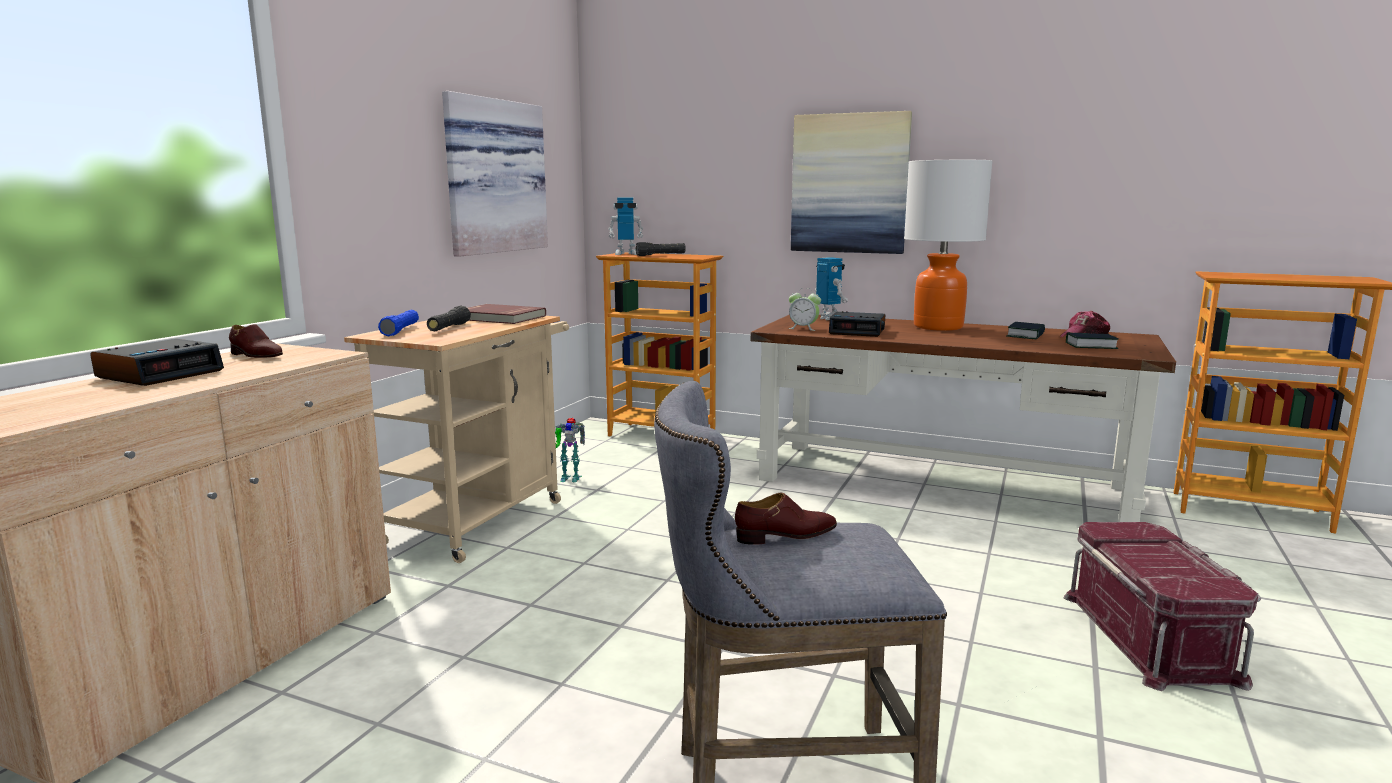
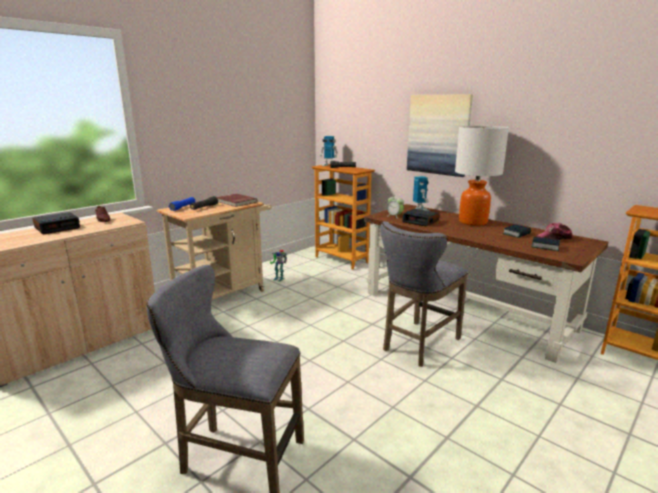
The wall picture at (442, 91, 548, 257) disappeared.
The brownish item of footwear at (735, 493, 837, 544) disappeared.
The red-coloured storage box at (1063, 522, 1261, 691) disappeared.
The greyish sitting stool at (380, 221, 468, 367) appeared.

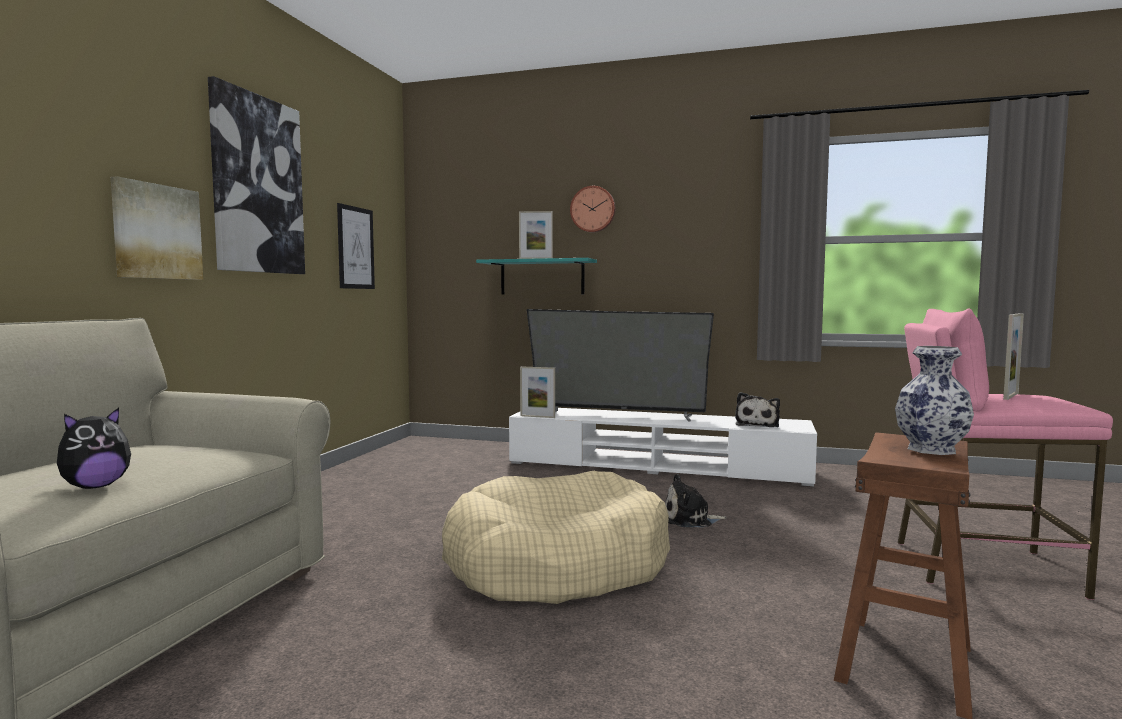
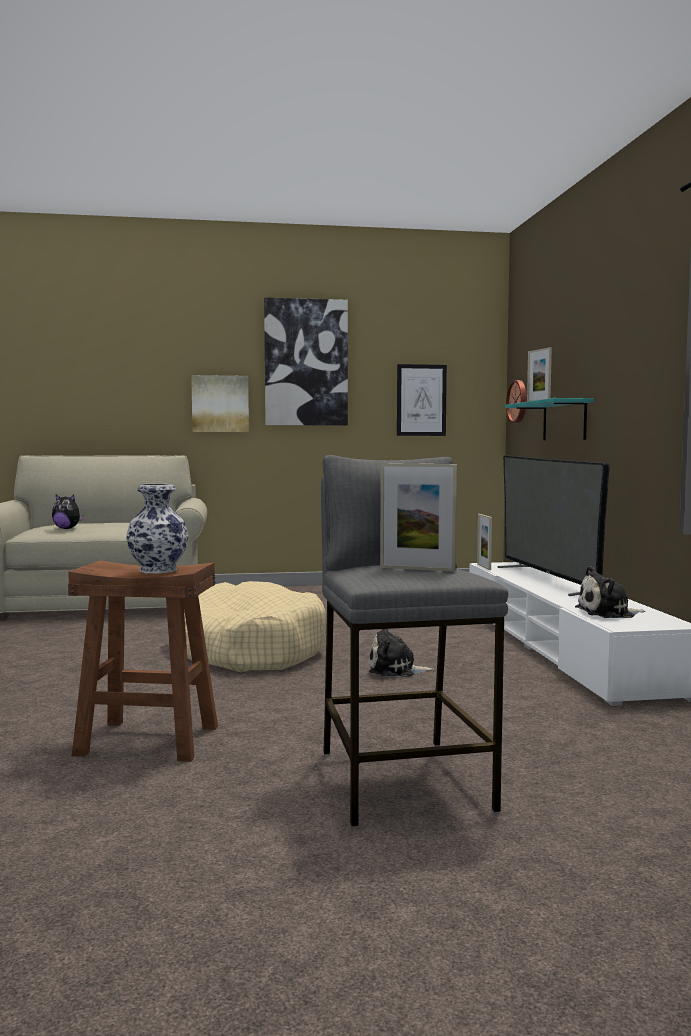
The hanging clock moved from (570, 186, 615, 233) to (506, 380, 527, 423).
The plush toy at (665, 474, 727, 527) turned 60 degrees counterclockwise.
The pinkish sitting stool at (897, 308, 1113, 600) became the greyish sitting stool at (321, 455, 508, 826).

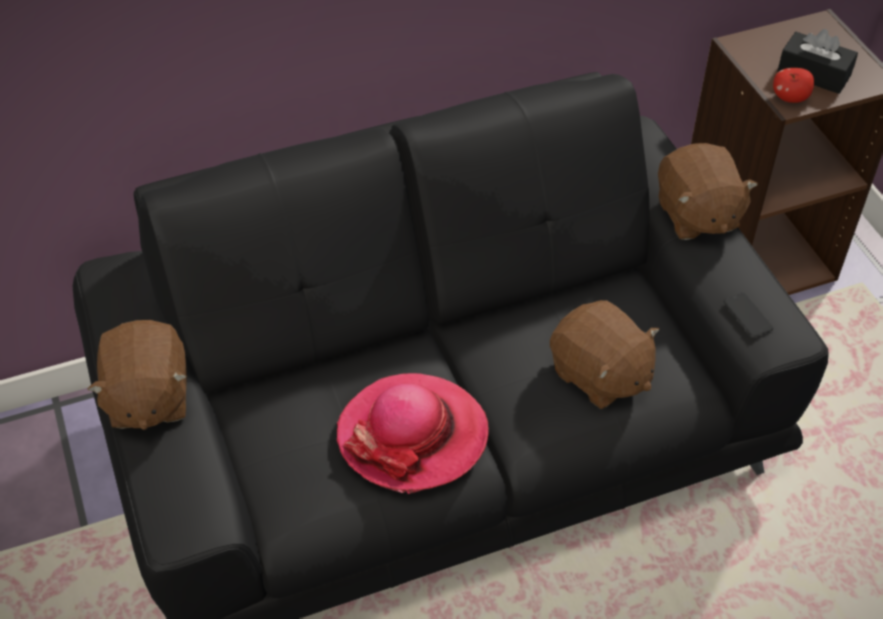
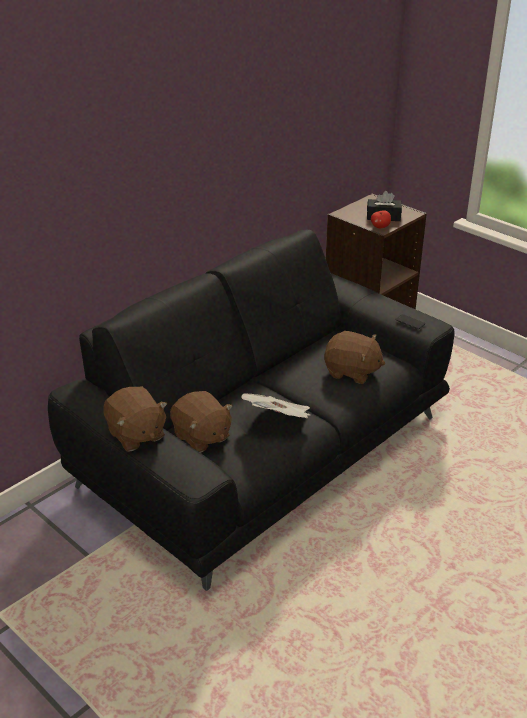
The hat at (337, 373, 489, 494) was replaced by the daily paper at (241, 393, 310, 418).
The brownish plush toy moved from (658, 143, 758, 240) to (170, 391, 233, 453).

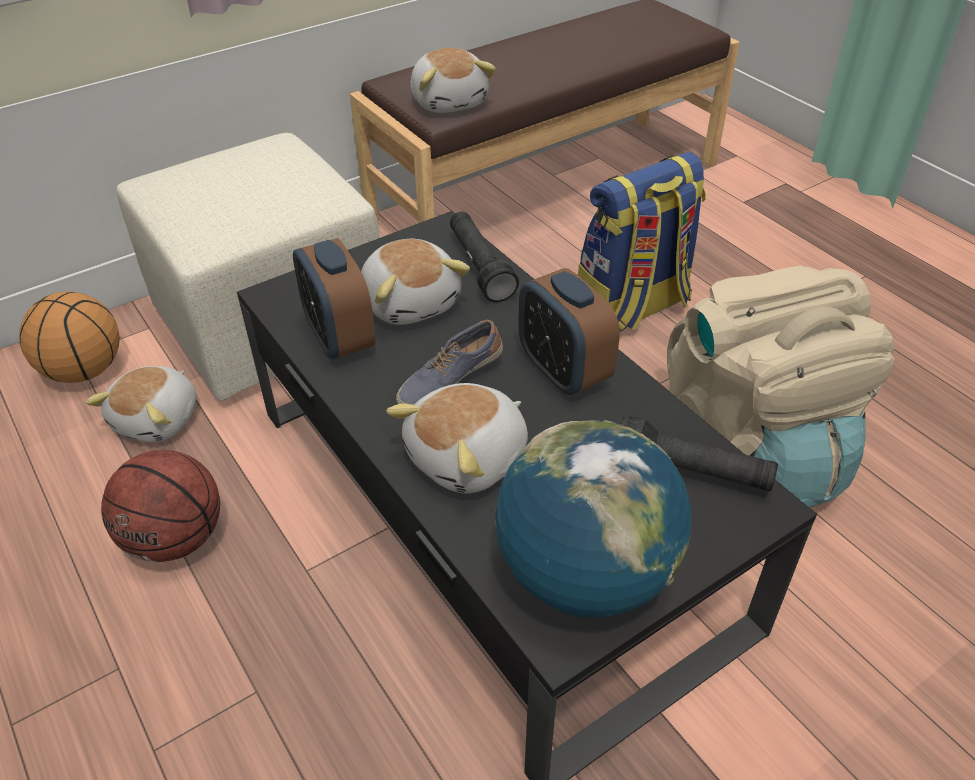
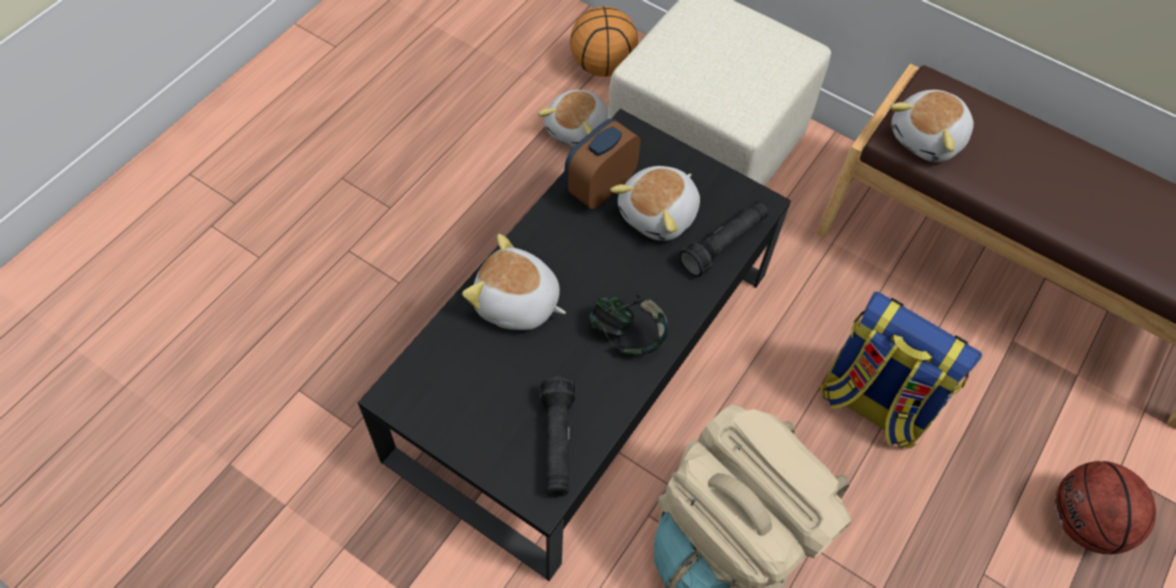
The plush toy at (85, 366, 196, 442) turned 60 degrees counterclockwise.
The ball for basketball moved from (101, 450, 220, 562) to (1055, 461, 1156, 555).
The item of footwear at (396, 320, 503, 405) disappeared.
The globe at (495, 420, 692, 618) disappeared.
The bedside clock at (518, 268, 620, 395) was replaced by the headset at (590, 295, 668, 355).

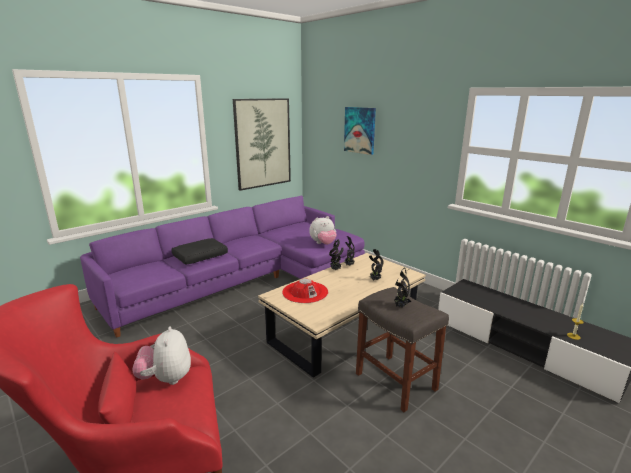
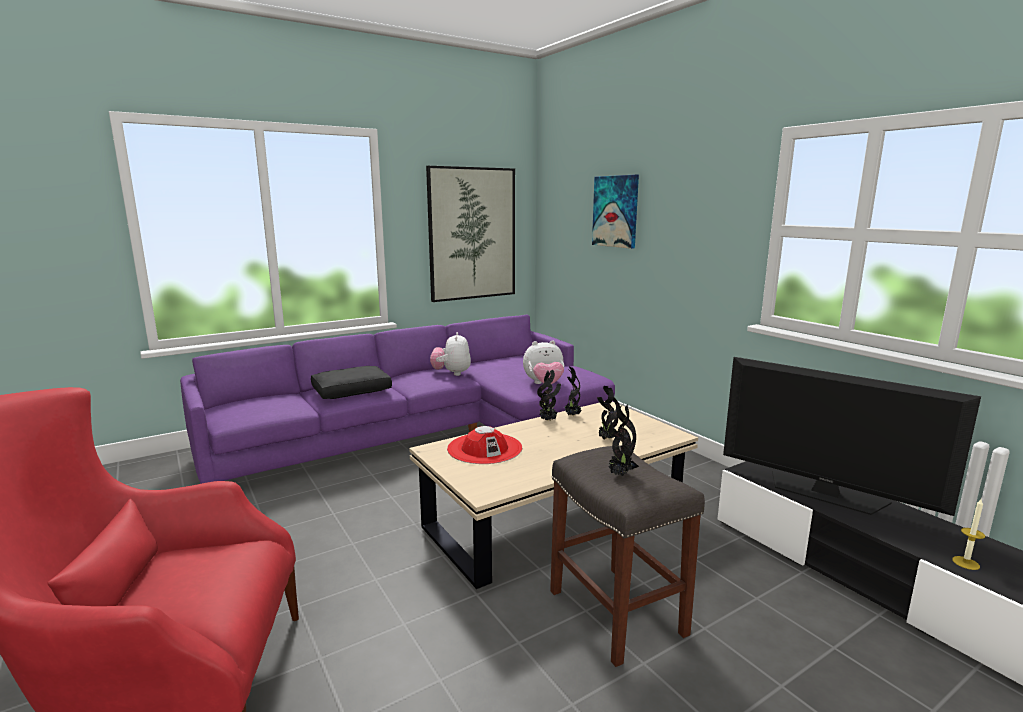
The plush toy moved from (132, 326, 191, 385) to (430, 332, 471, 376).
The TV at (723, 357, 981, 516) appeared.

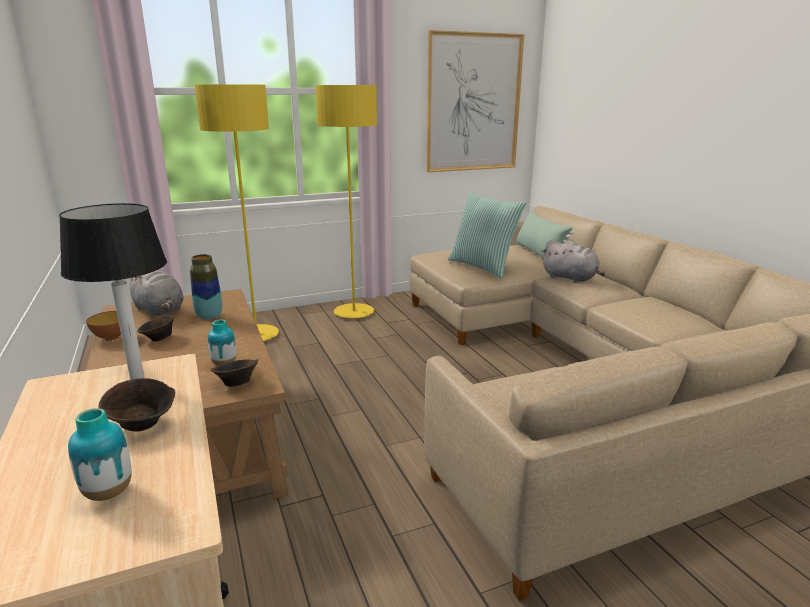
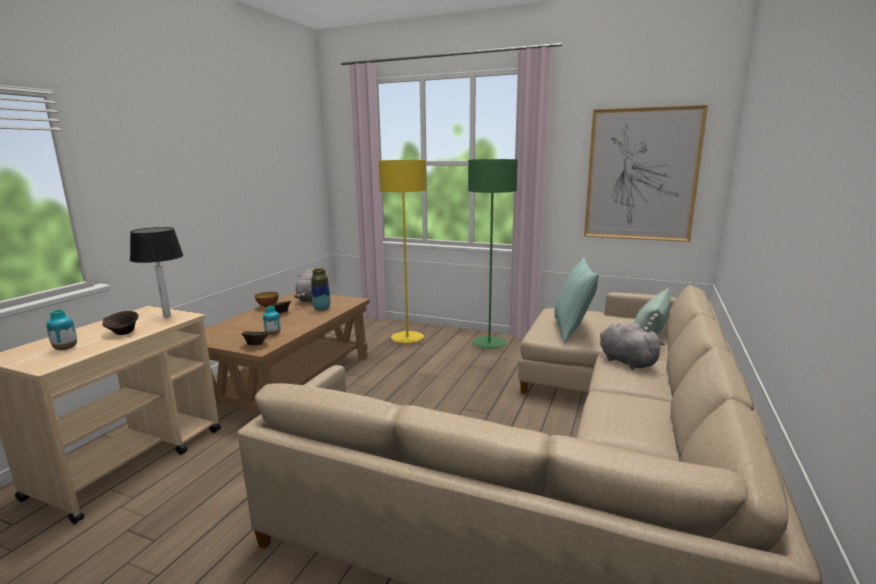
The yellow standing lamp at (315, 85, 377, 319) became the green standing lamp at (468, 159, 518, 349).
The greyish plush toy at (541, 239, 605, 283) turned 150 degrees clockwise.

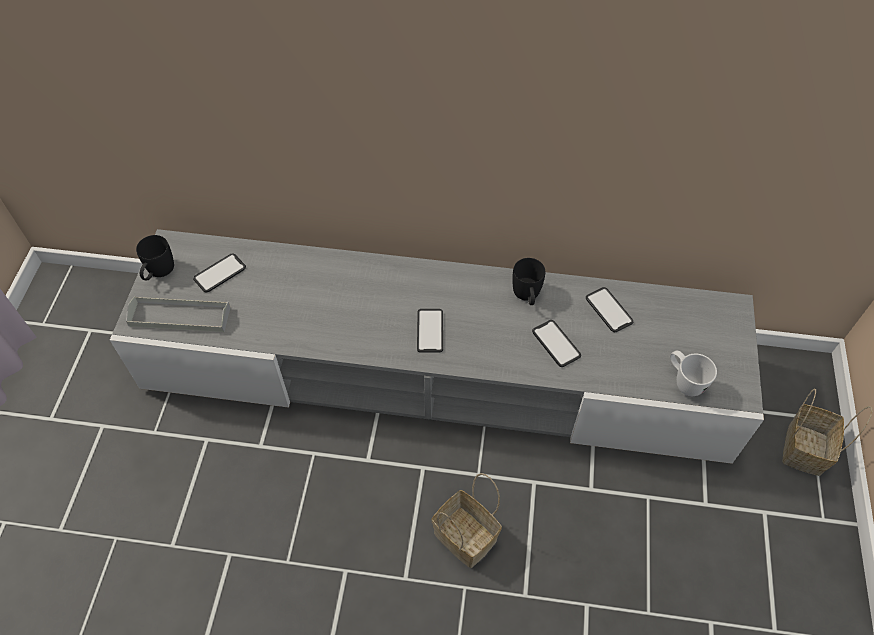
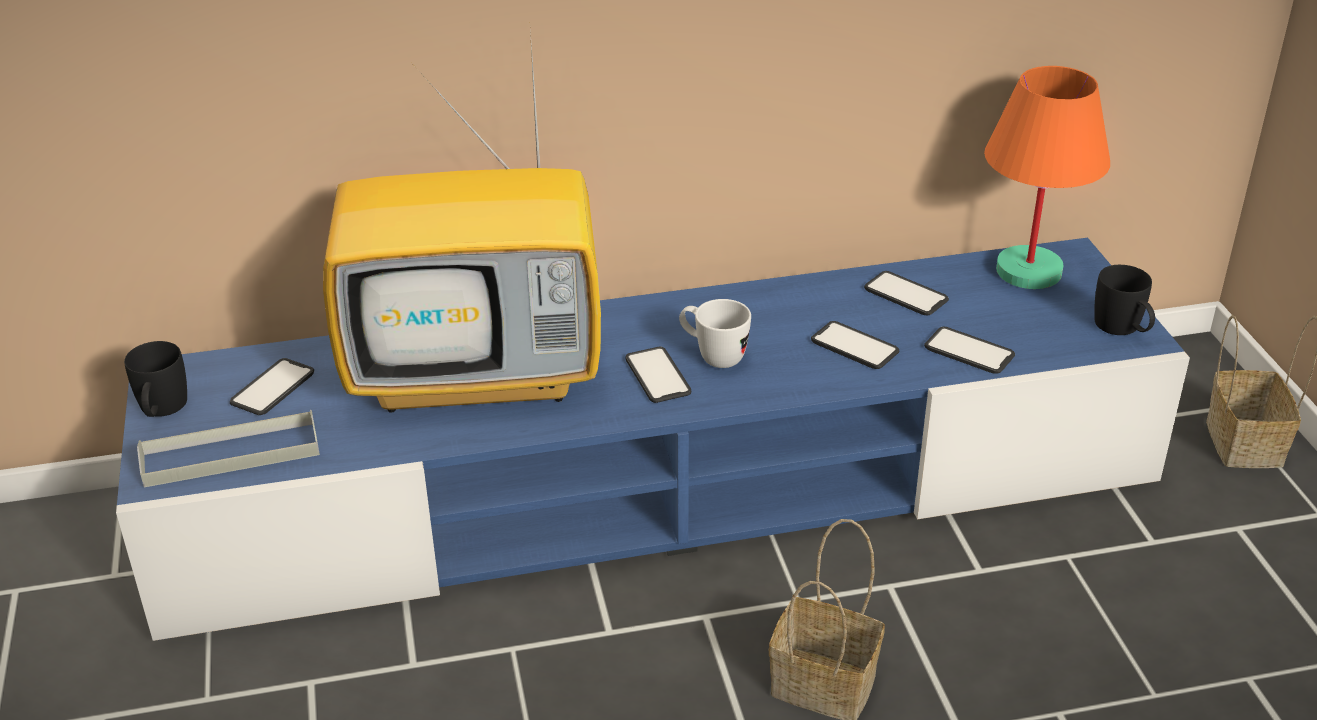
The greyish tv stand at (110, 229, 764, 464) became the blue tv stand at (116, 238, 1190, 641).
The blackish coffee mug moved from (512, 258, 545, 305) to (1094, 265, 1155, 335).
The whitish coffee mug moved from (670, 351, 717, 396) to (679, 299, 751, 368).
The TV at (323, 31, 601, 413) appeared.
The phone at (924, 327, 1015, 374) appeared.
The orangey table lamp at (984, 66, 1110, 289) appeared.

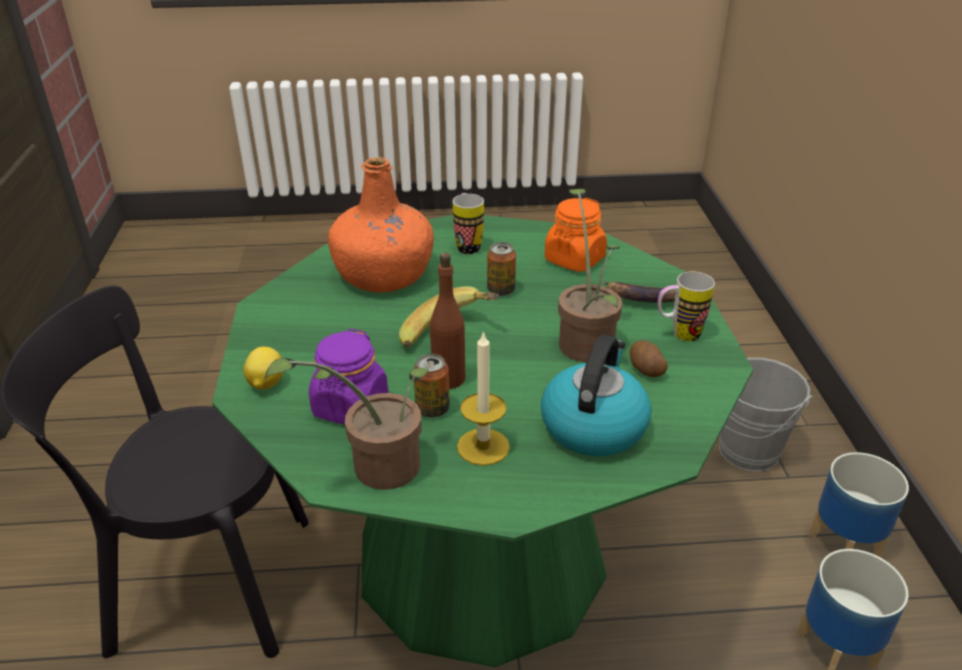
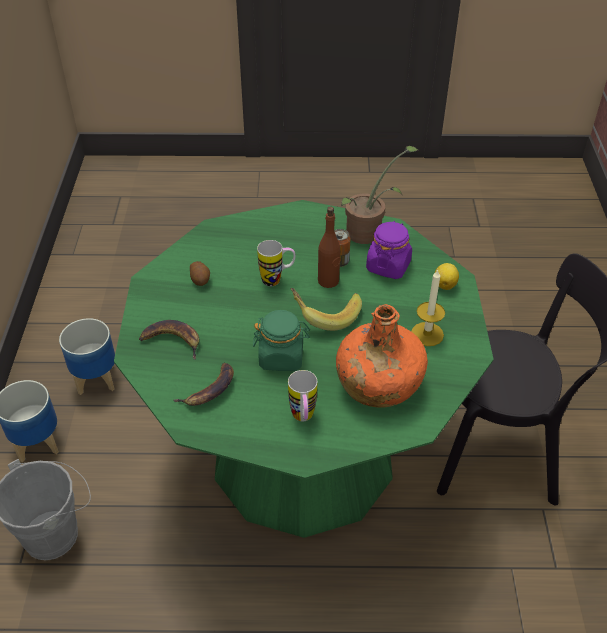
The wax candle moved from (457, 330, 510, 466) to (411, 269, 445, 346).
The sealed can at (487, 242, 516, 296) was replaced by the green storage jar at (253, 310, 310, 371).
The kettle at (541, 334, 652, 456) disappeared.
The orangey storage jar at (545, 198, 607, 272) was replaced by the whole banana at (174, 363, 234, 406).
The houseplant at (558, 189, 622, 362) disappeared.
The coffee mug moved from (658, 272, 715, 341) to (257, 240, 295, 286).

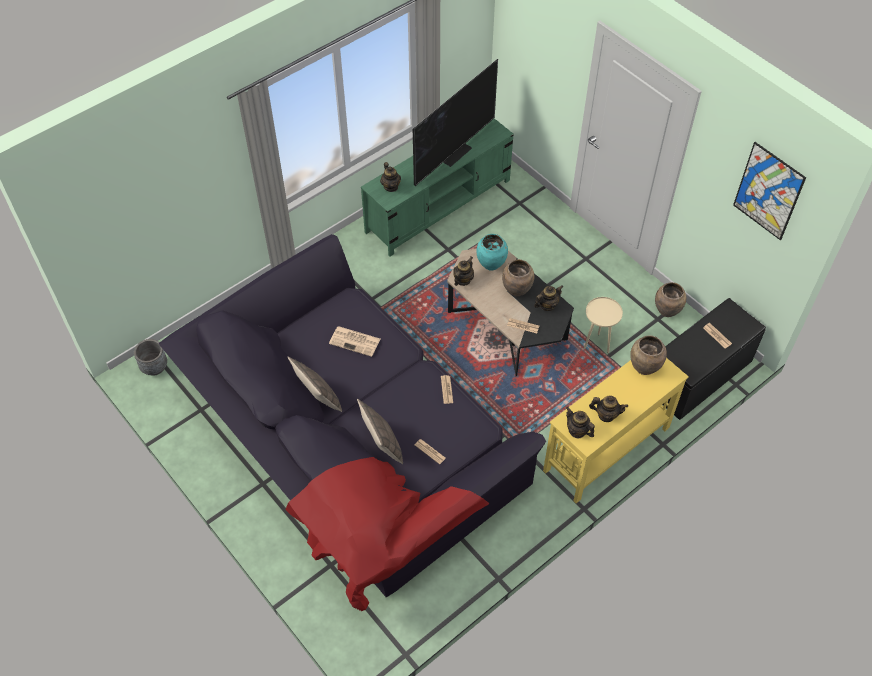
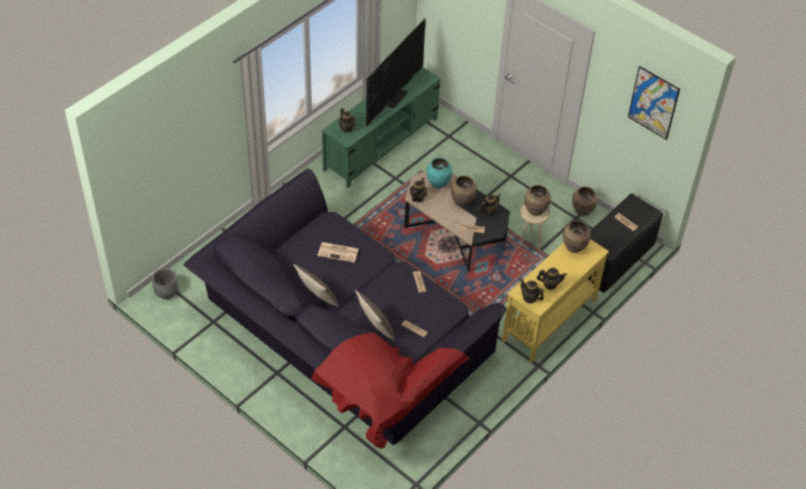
The brownish flower vase at (524, 185, 551, 216) appeared.

